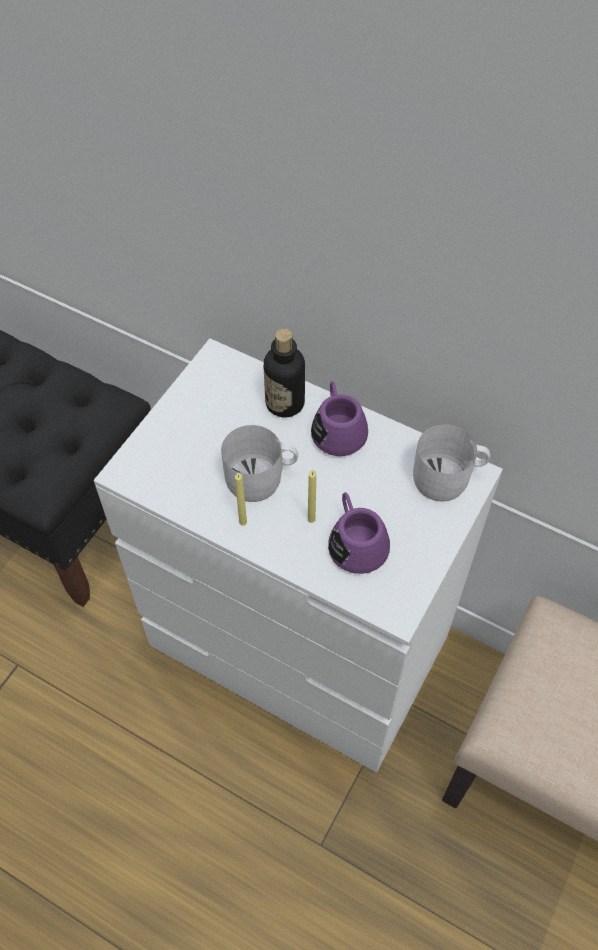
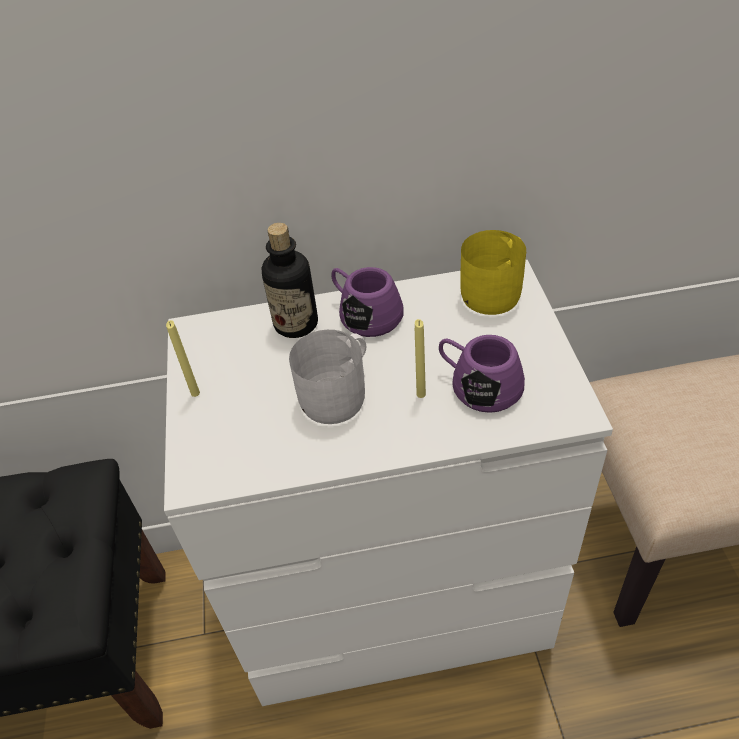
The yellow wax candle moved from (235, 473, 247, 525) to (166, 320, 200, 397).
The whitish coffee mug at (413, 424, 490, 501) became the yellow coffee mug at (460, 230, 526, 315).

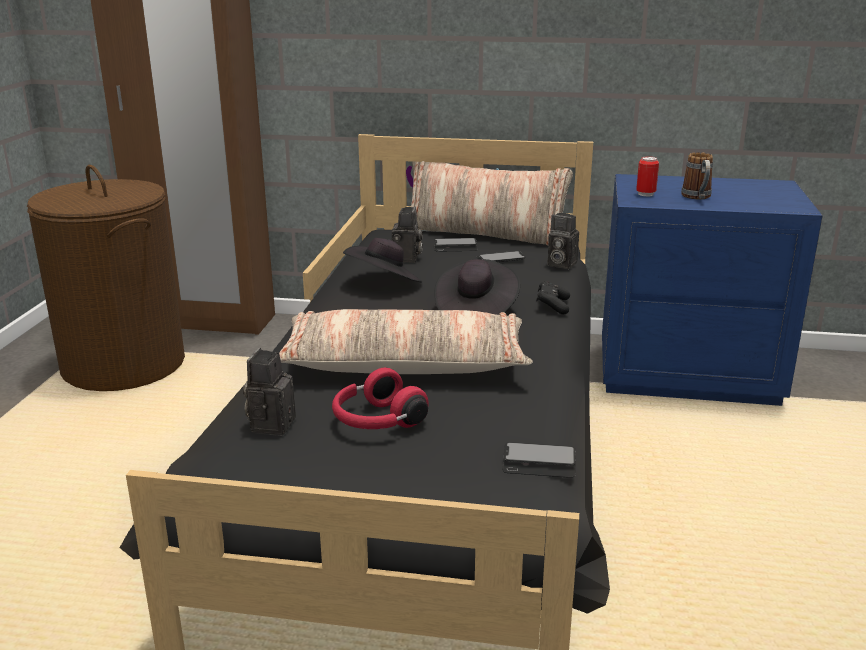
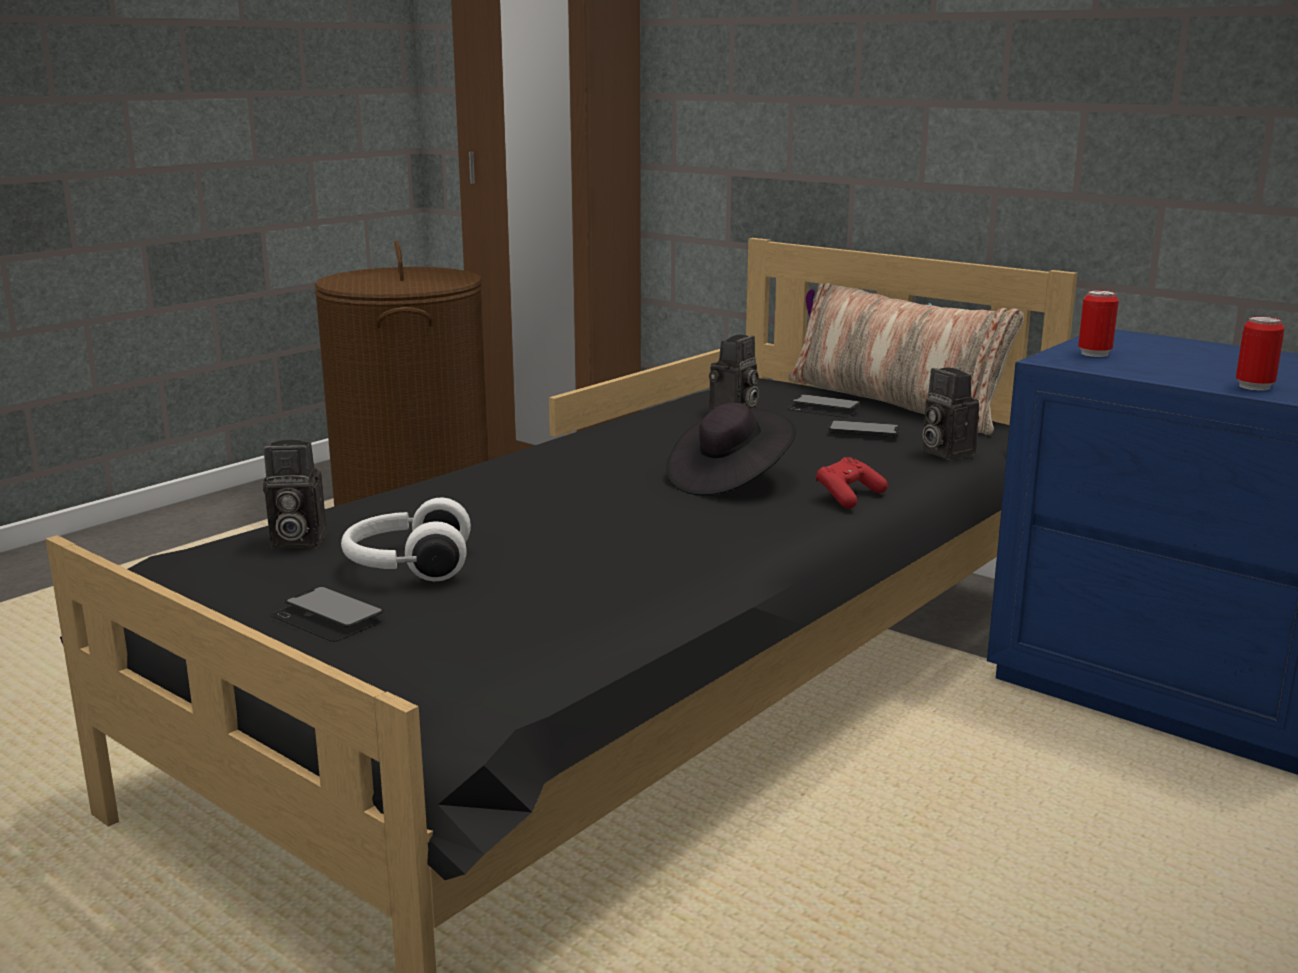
The photo camera at (243, 348, 296, 436) turned 135 degrees counterclockwise.
The throw pillow at (279, 309, 533, 374) disappeared.
The red-coloured headset at (332, 367, 429, 429) became the whitish headset at (341, 498, 471, 581).
The blackish hat at (343, 238, 422, 282) disappeared.
The phone moved from (502, 442, 576, 478) to (271, 586, 384, 642).
The blackish game controller at (536, 281, 570, 314) became the red-coloured game controller at (816, 457, 888, 509).
The coffee mug at (681, 152, 713, 199) disappeared.
The sealed can at (1236, 316, 1284, 391) appeared.

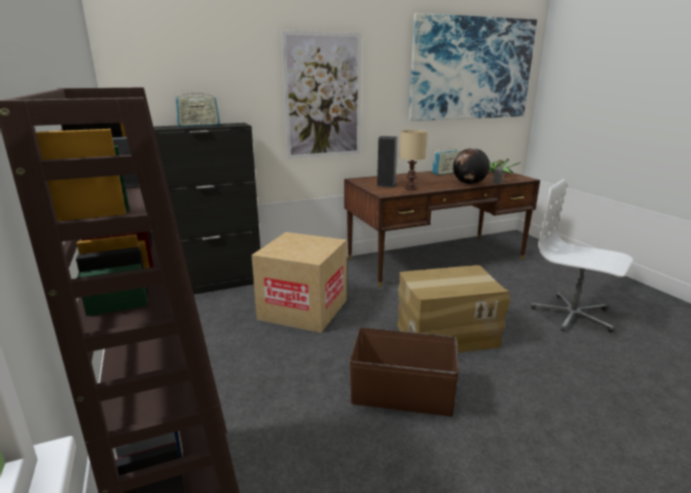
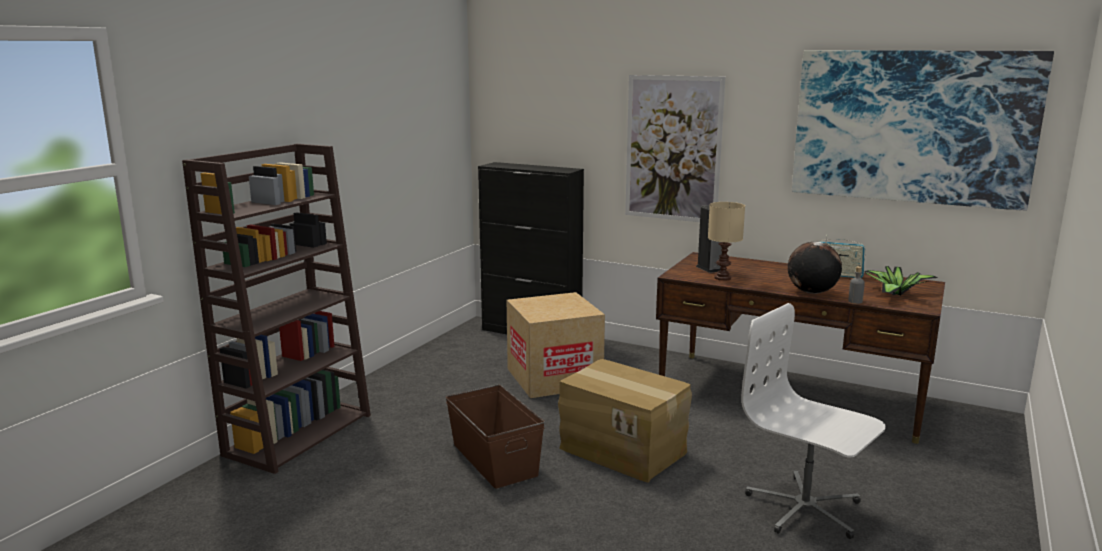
The radio receiver at (175, 90, 220, 127) disappeared.
The whitish office chair at (531, 179, 633, 332) turned 45 degrees counterclockwise.

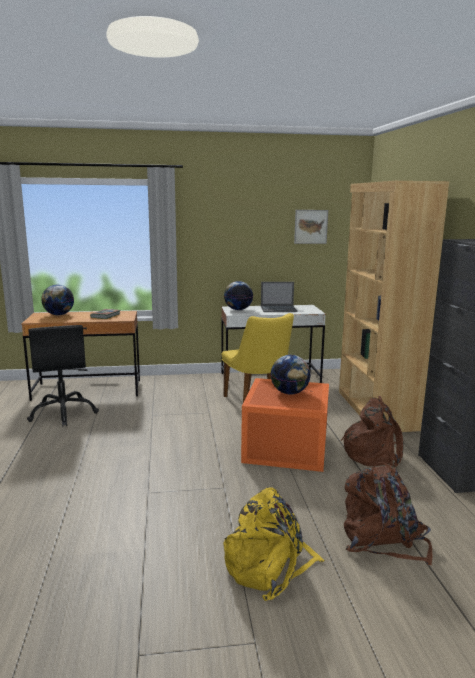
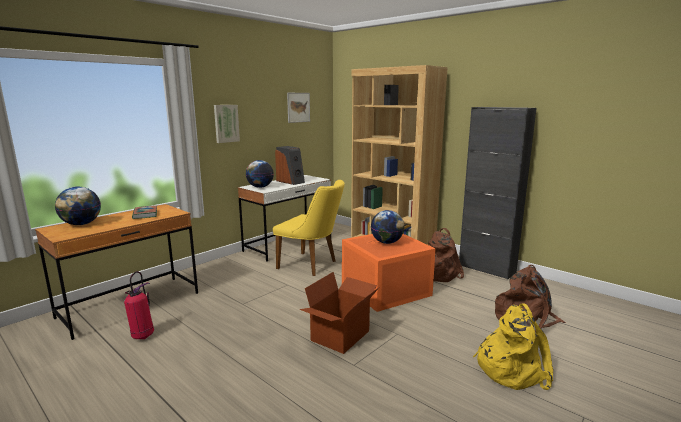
The blackish office chair at (27, 325, 99, 427) was replaced by the fire-fighting cylinder at (124, 271, 154, 339).
The notebook computer at (261, 282, 297, 312) was replaced by the speaker at (275, 146, 305, 185).
The wall picture at (214, 105, 240, 143) appeared.
The carton at (299, 272, 379, 354) appeared.

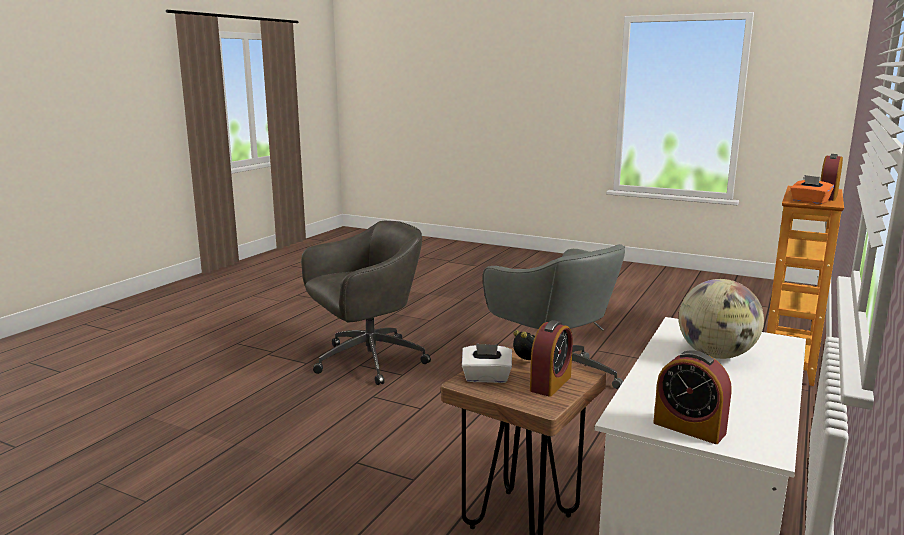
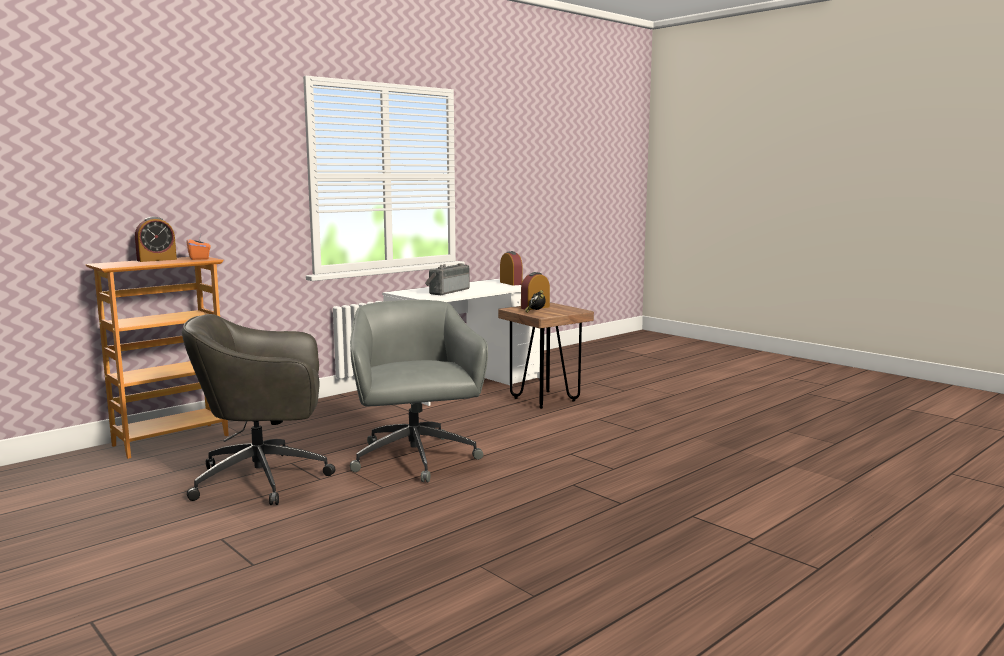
The greyish office chair moved from (301, 221, 431, 385) to (182, 314, 336, 505).
The whitish tissue holder at (462, 343, 512, 383) disappeared.
The globe at (679, 279, 764, 359) was replaced by the radio receiver at (425, 263, 470, 295).

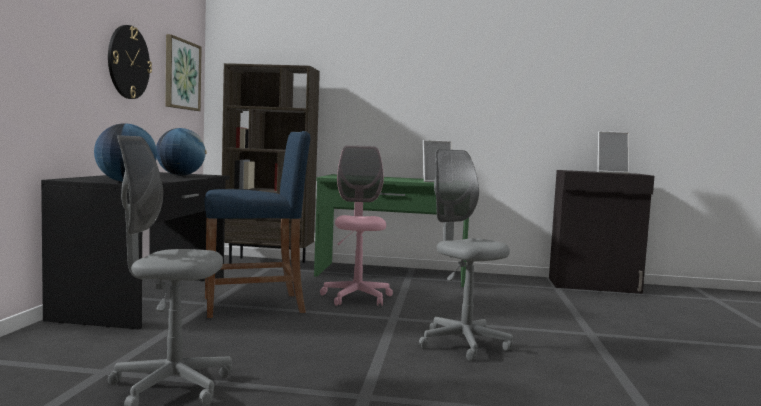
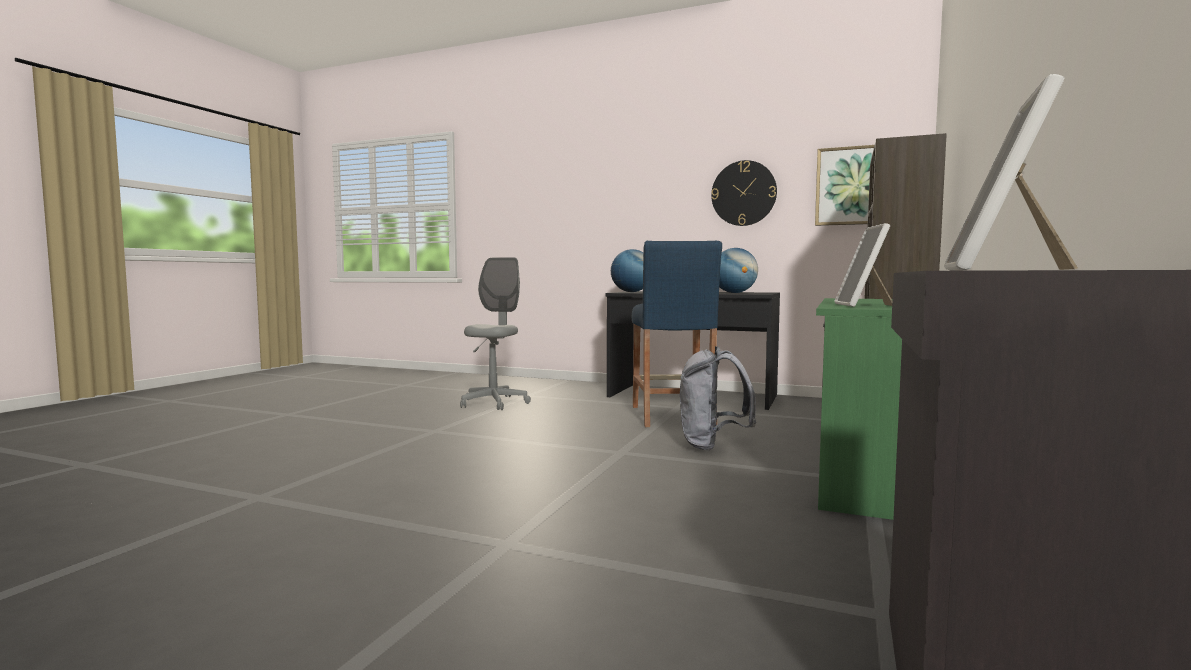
The pinkish office chair at (320, 145, 393, 306) was replaced by the greyish rucksack at (680, 346, 756, 450).
The greyish office chair at (419, 149, 513, 361) disappeared.

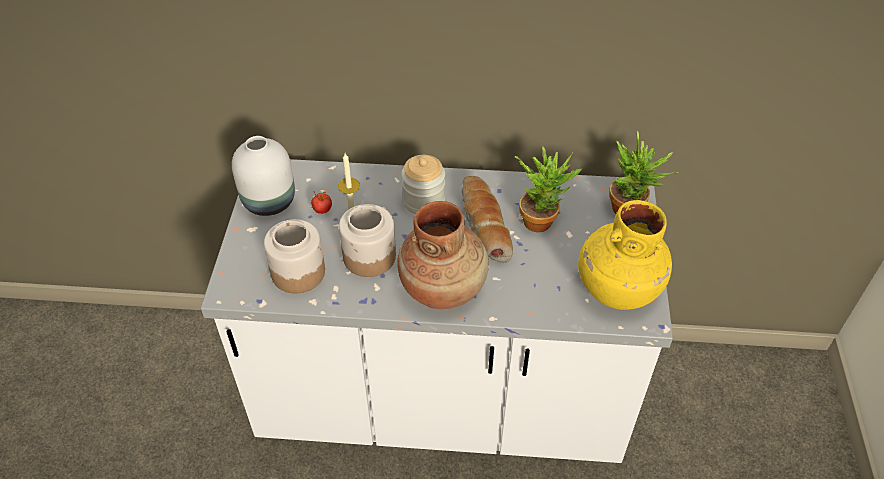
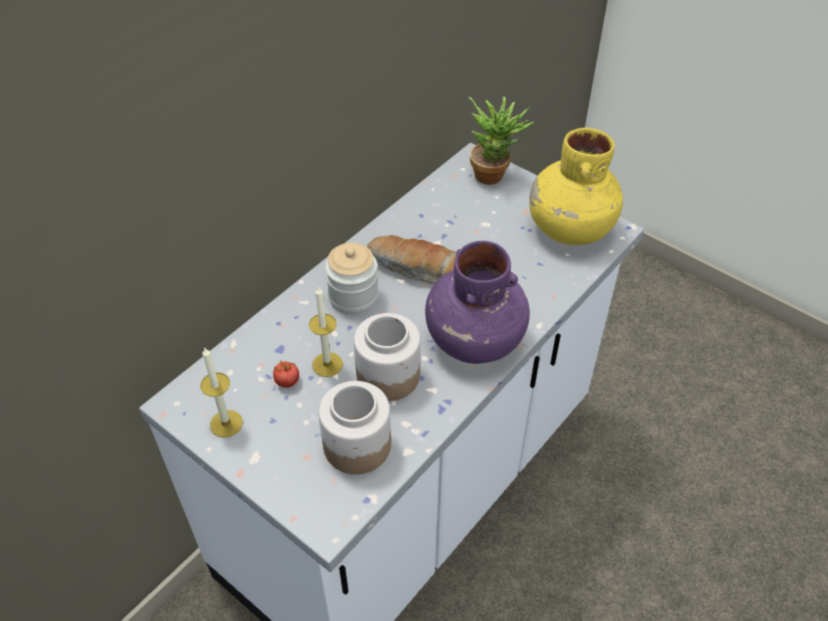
The whitish flower vase at (232, 136, 295, 216) was replaced by the wax candle at (200, 347, 243, 438).
The brownish flower vase at (397, 201, 489, 309) became the purple flower vase at (425, 241, 530, 364).
The houseplant at (515, 146, 583, 232) disappeared.

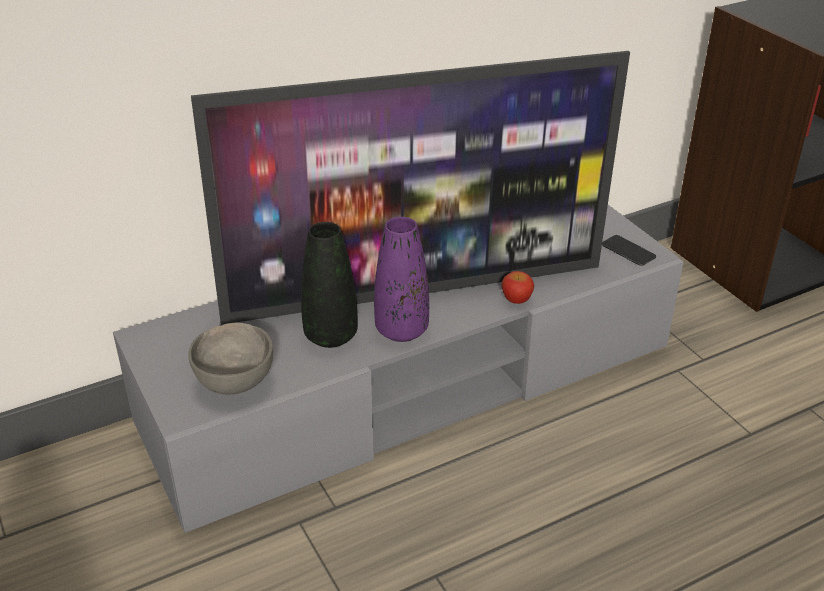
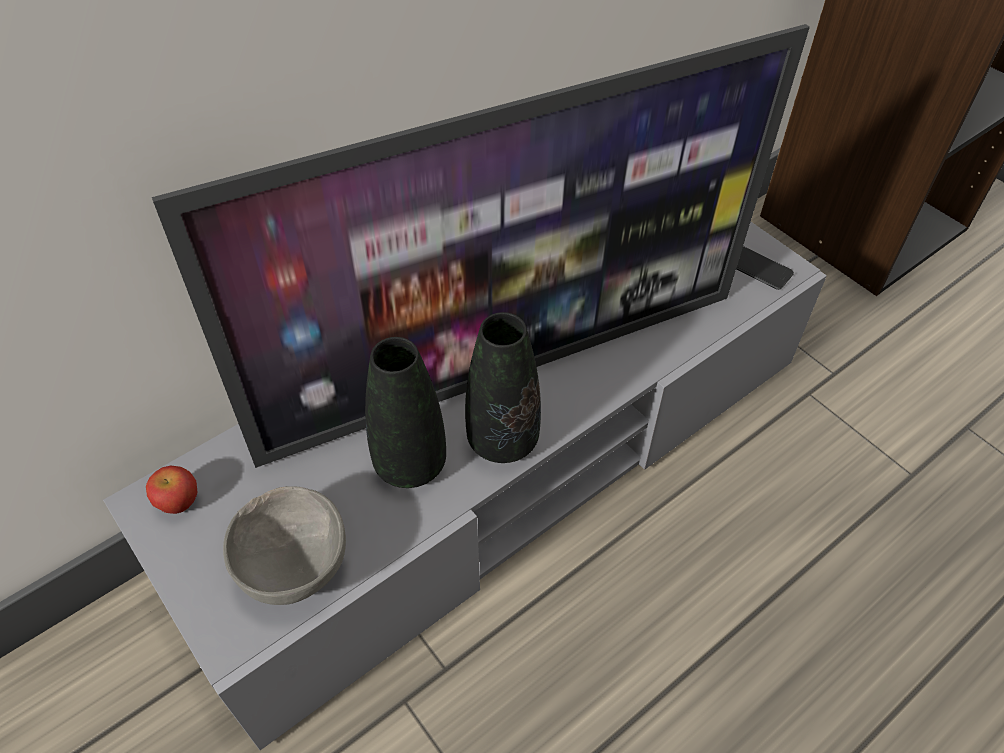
The purple flower vase at (374, 217, 429, 342) became the blackish flower vase at (465, 312, 541, 463).
The apple moved from (502, 271, 534, 304) to (146, 466, 197, 514).

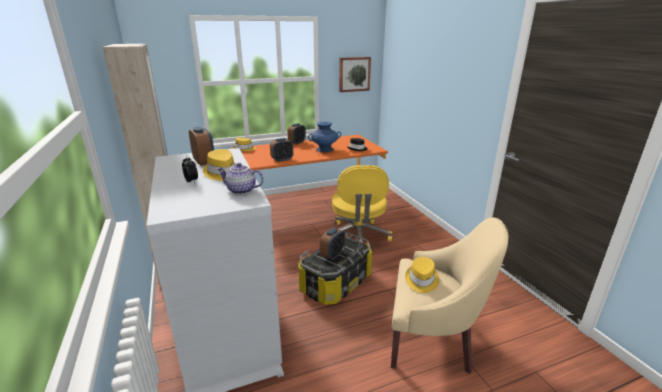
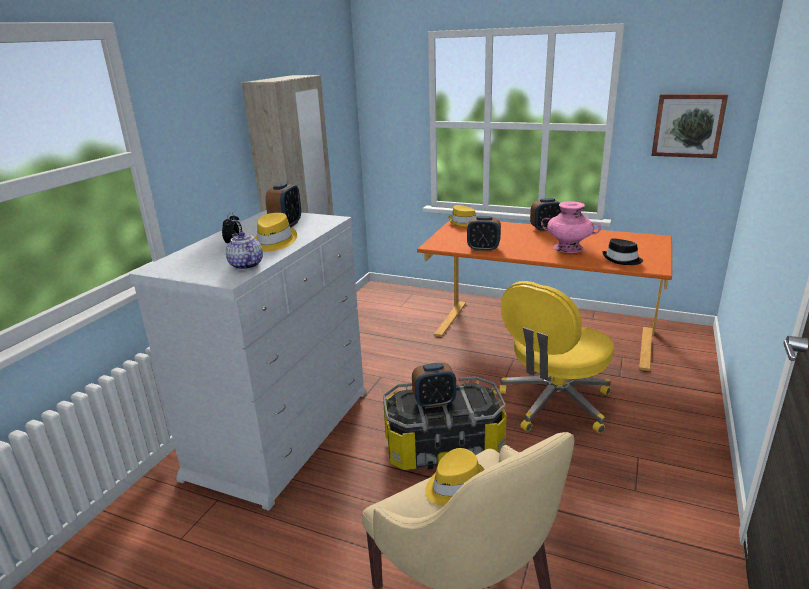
The blue flower vase at (308, 121, 341, 152) became the pinkish flower vase at (541, 201, 601, 253).

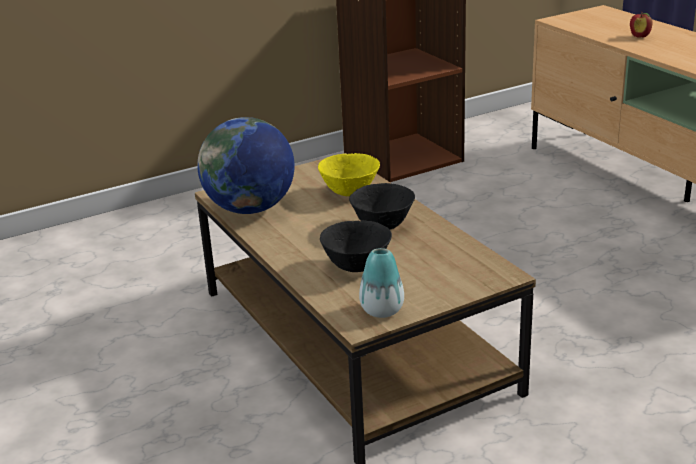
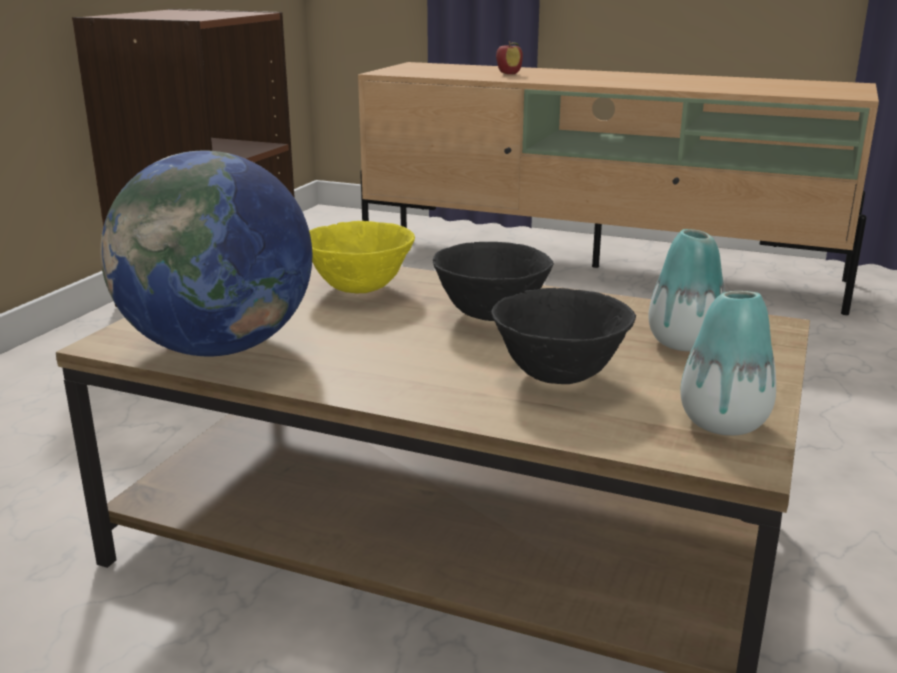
The flower vase at (648, 229, 725, 351) appeared.

